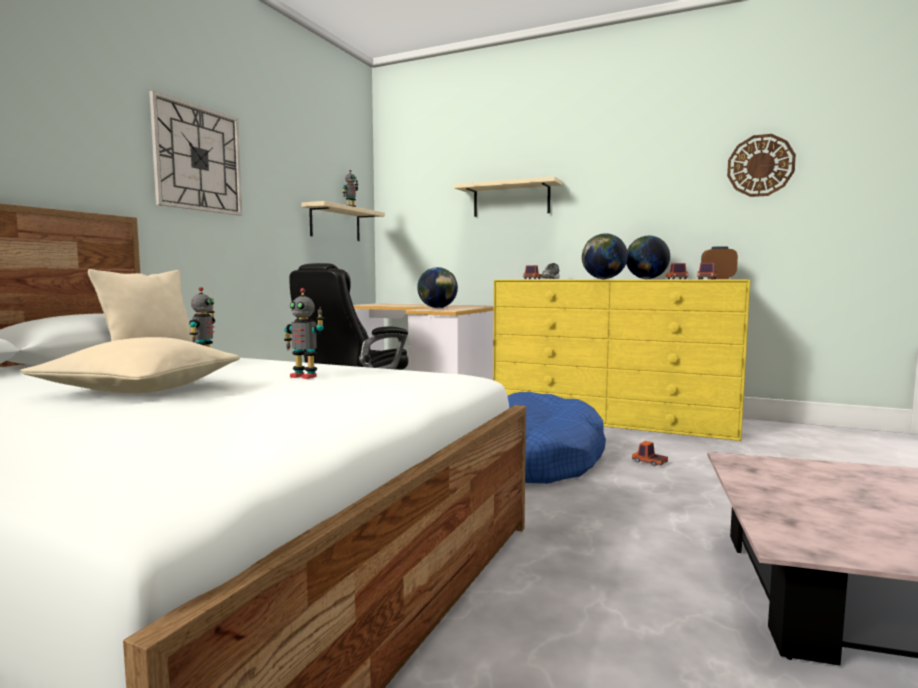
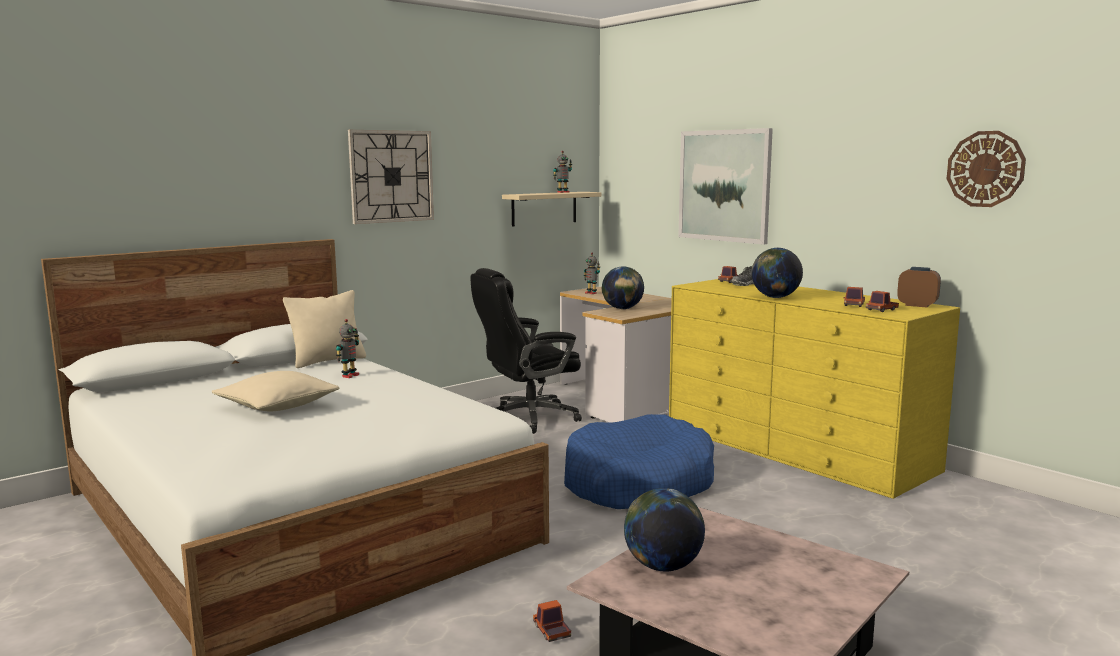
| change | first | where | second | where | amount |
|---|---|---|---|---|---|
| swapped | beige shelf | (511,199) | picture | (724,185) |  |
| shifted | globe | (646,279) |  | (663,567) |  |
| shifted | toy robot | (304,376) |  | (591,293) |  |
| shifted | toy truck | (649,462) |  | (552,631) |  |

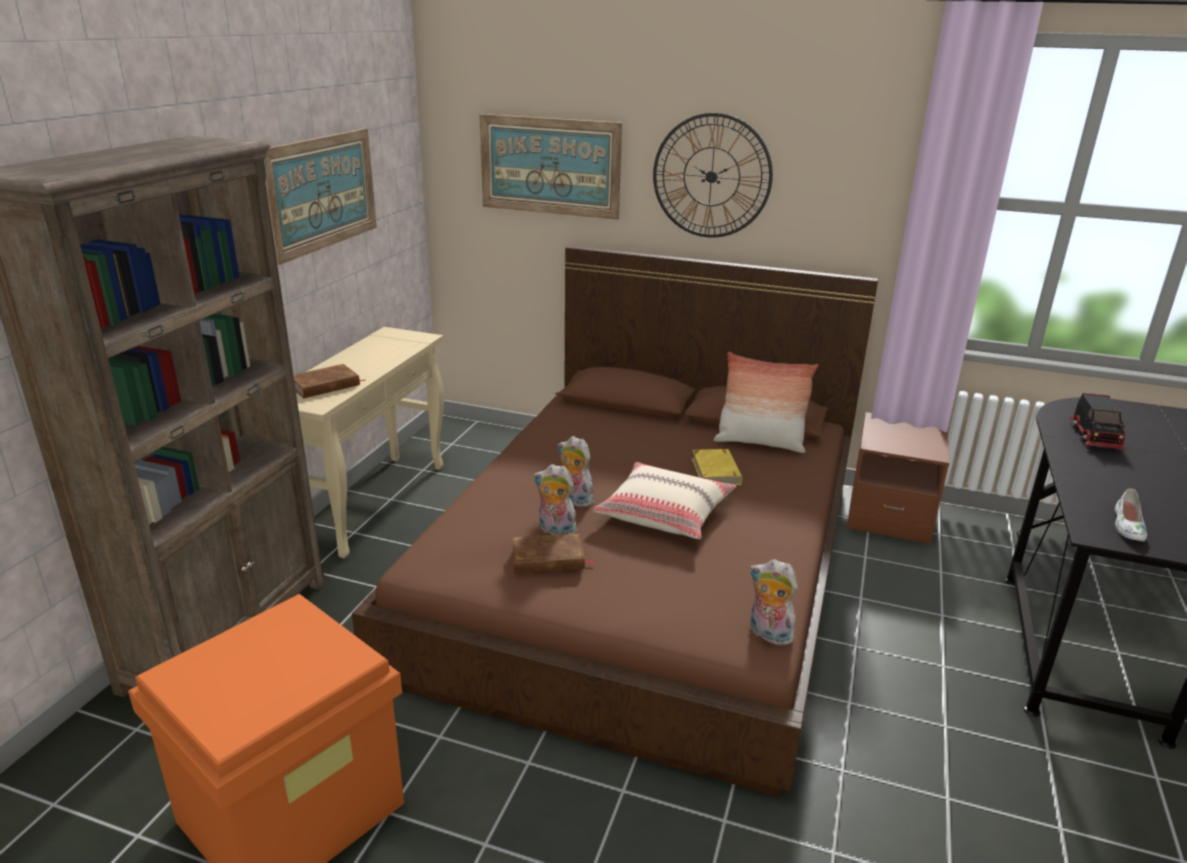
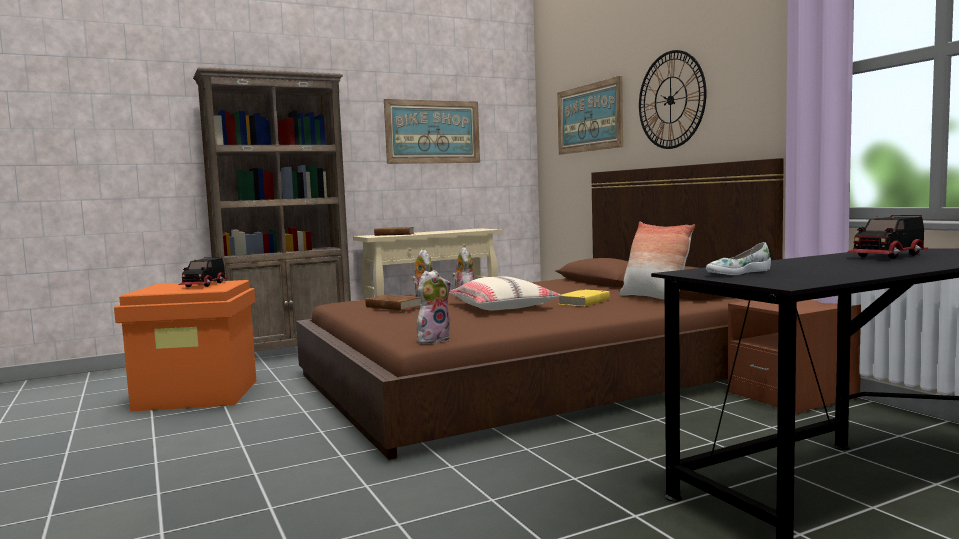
| change | first | where | second | where | amount |
|---|---|---|---|---|---|
| rotated | plush toy | (768,634) |  | (433,339) | 60 degrees clockwise |
| new |  |  | toy truck | (205,285) |  |

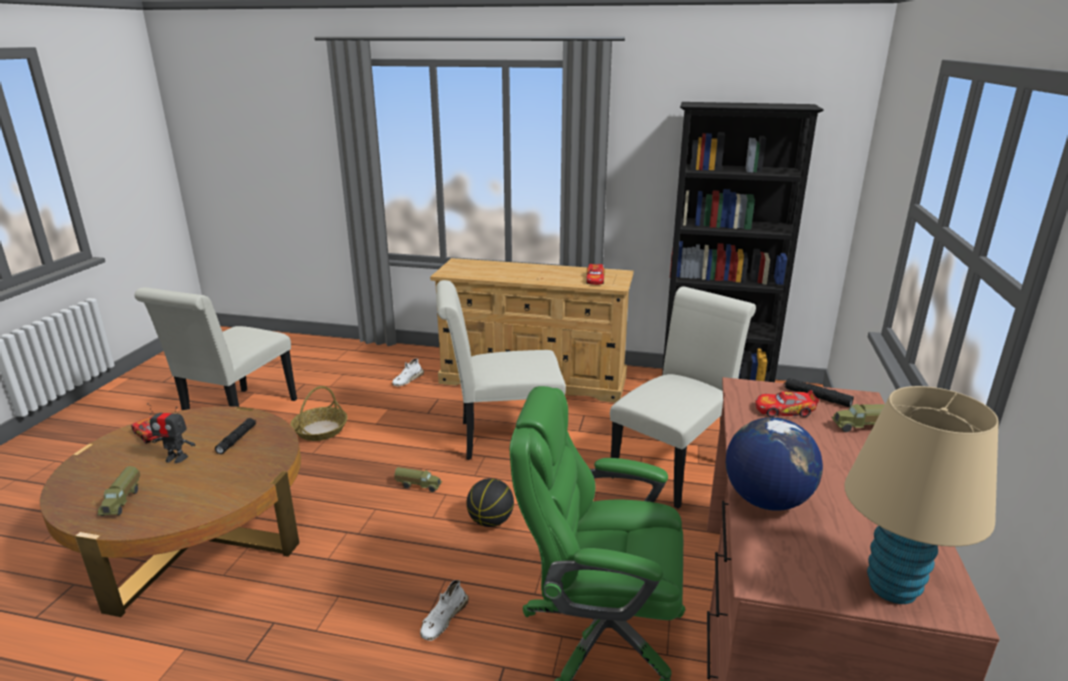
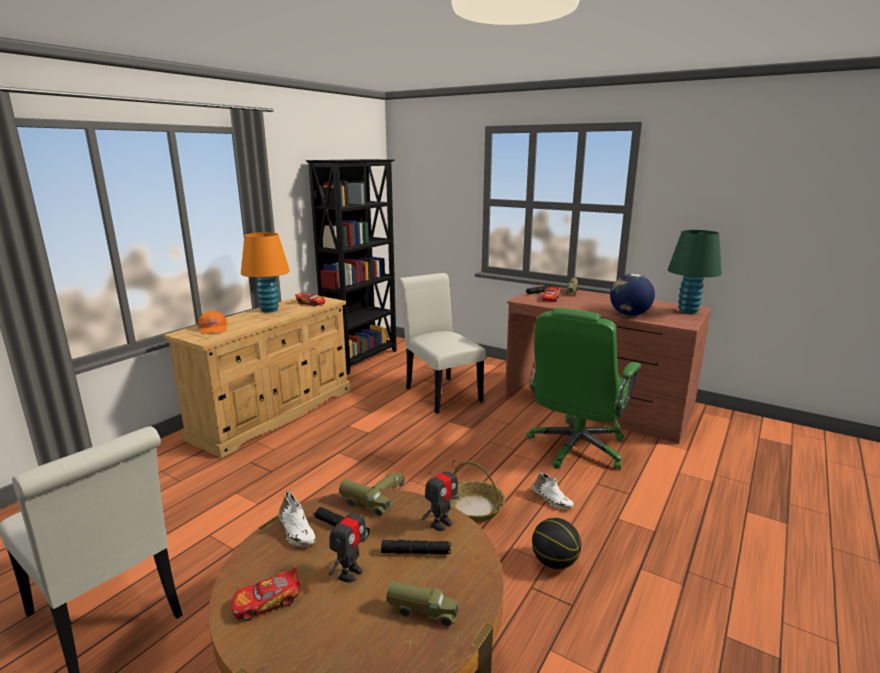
| change | first | where | second | where | amount |
|---|---|---|---|---|---|
| gone | white chair | (501,437) |  |  |  |
| shifted | white shoe | (407,380) |  | (296,531) |  |
| shifted | basket | (320,430) |  | (475,508) |  |
| repainted | beige table lamp | (893,588) | green table lamp | (687,311) |  |
| shifted | basketball | (490,521) |  | (554,562) |  |
| new |  |  | orange table lamp | (269,310) |  |
| new |  |  | orange cap | (213,329) |  |
| new |  |  | toy robot | (441,524) |  |
| new |  |  | toy truck | (366,505) |  |
| new |  |  | black flashlight | (416,552) |  |

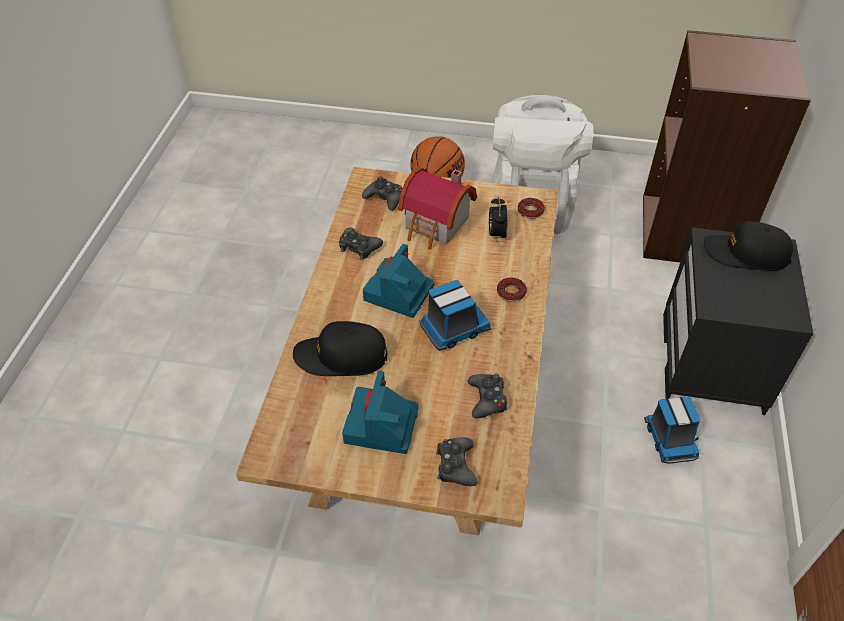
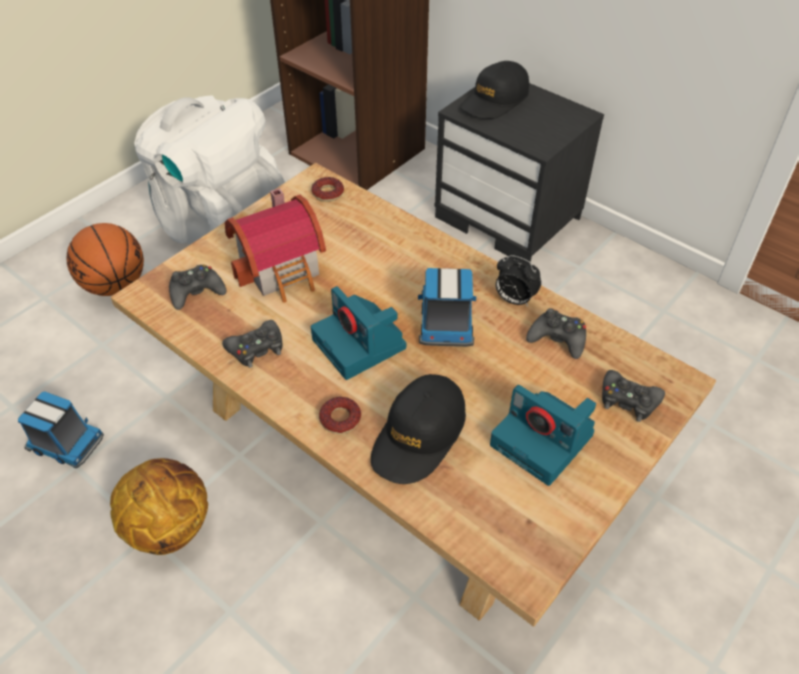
| change | first | where | second | where | amount |
|---|---|---|---|---|---|
| shifted | alarm clock | (496,234) |  | (514,300) |  |
| shifted | donut | (511,293) |  | (340,419) |  |
| shifted | toy truck | (669,438) |  | (65,443) |  |
| new |  |  | basketball | (169,526) |  |

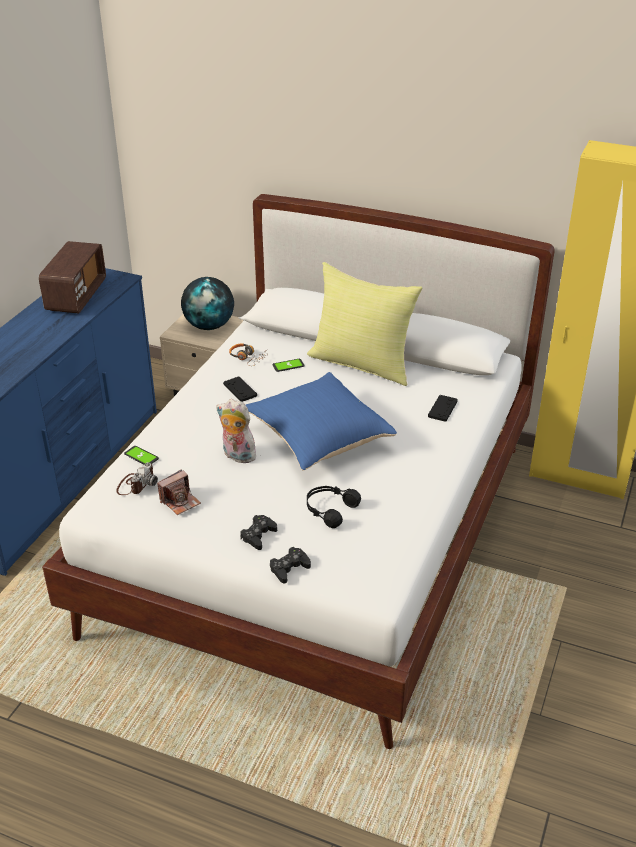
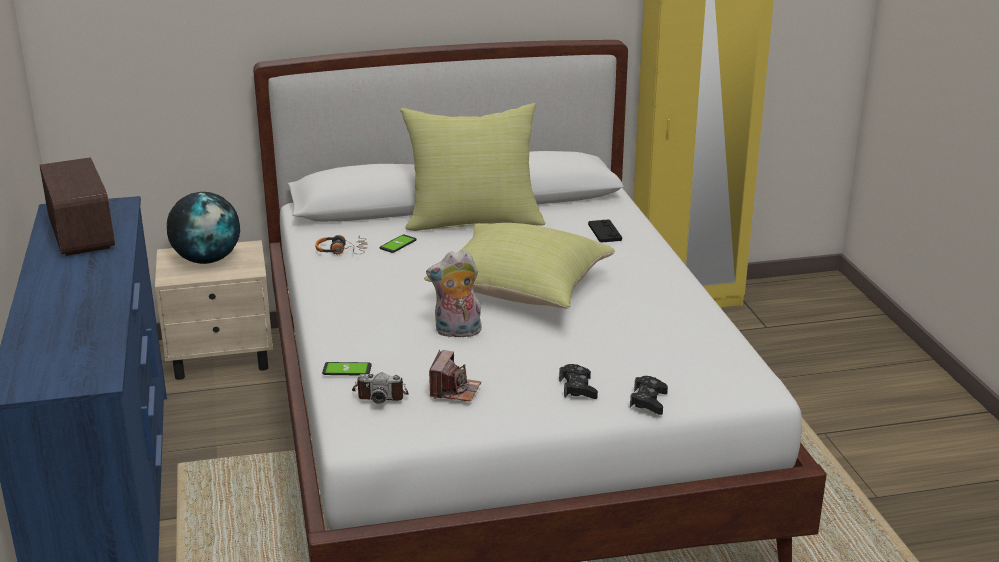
| change | first | where | second | where | amount |
|---|---|---|---|---|---|
| repainted | blue pillow | (317,438) | yellow pillow | (518,292) |  |
| gone | black game controller | (240,390) |  |  |  |
| rotated | photo camera | (136,484) |  | (380,394) | 105 degrees clockwise |
| gone | black headphones | (329,510) |  |  |  |

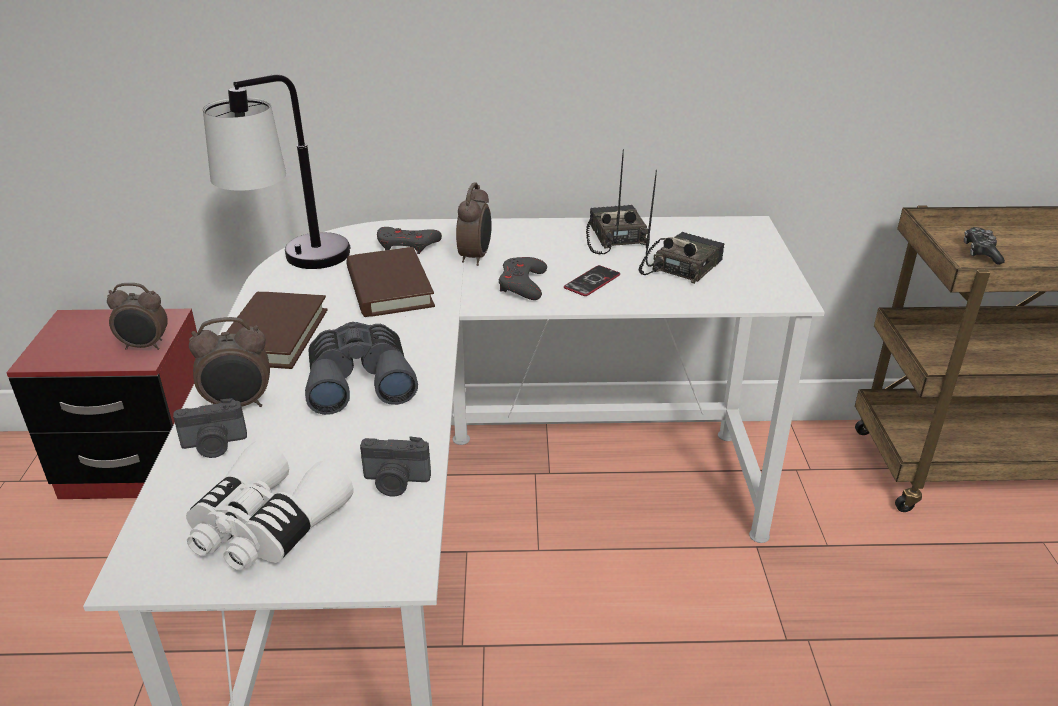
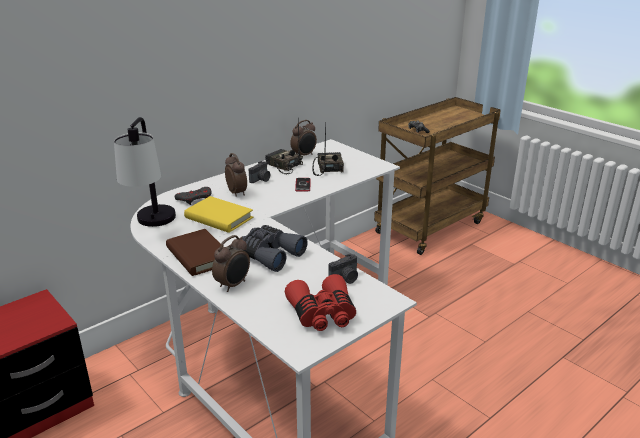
| change | first | where | second | where | amount |
|---|---|---|---|---|---|
| repainted | brown book | (389,288) | yellow book | (219,218) |  |
| gone | grey game controller | (522,284) |  |  |  |
| shifted | alarm clock | (145,346) |  | (304,155) |  |
| shifted | photo camera | (214,445) |  | (261,179) |  |
| repainted | white binoculars | (265,526) | red binoculars | (322,314) |  |

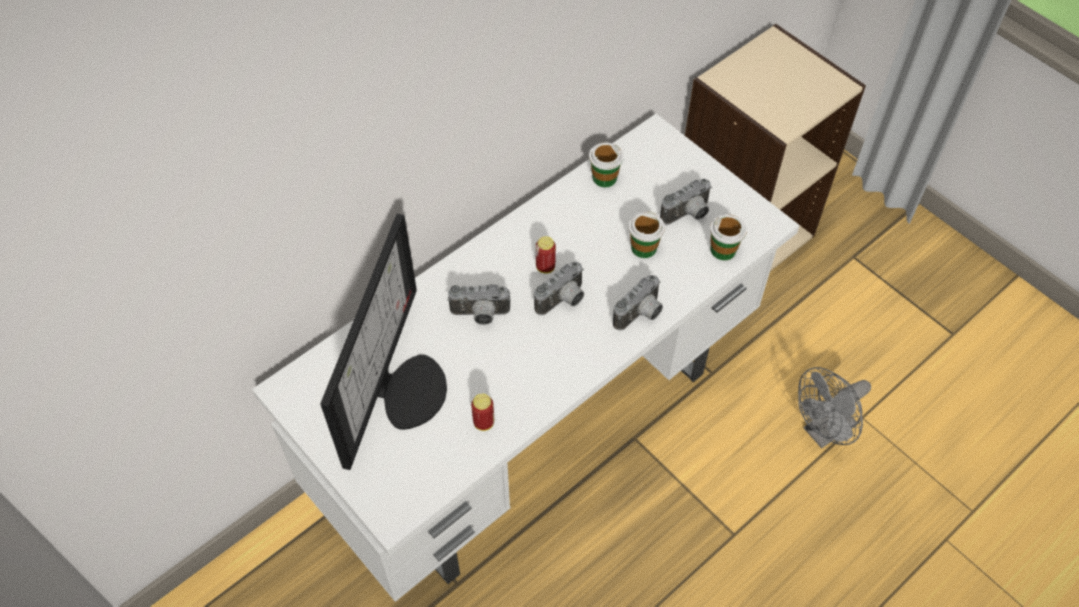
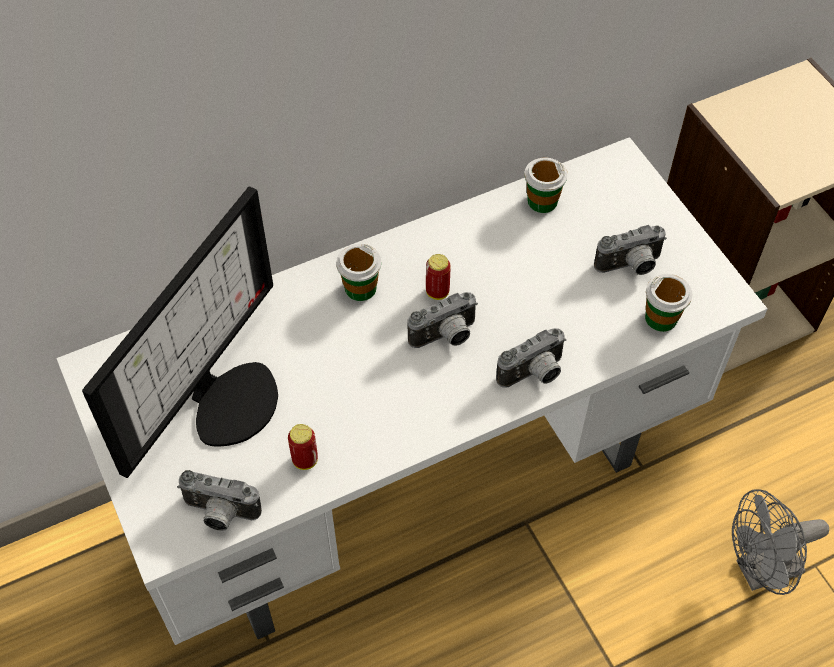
| change | first | where | second | where | amount |
|---|---|---|---|---|---|
| shifted | cup | (643,248) |  | (360,288) |  |
| shifted | photo camera | (480,315) |  | (219,514) |  |

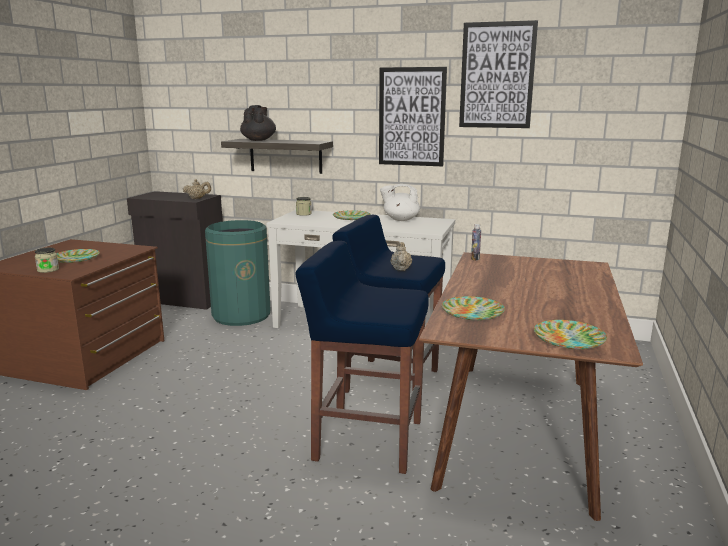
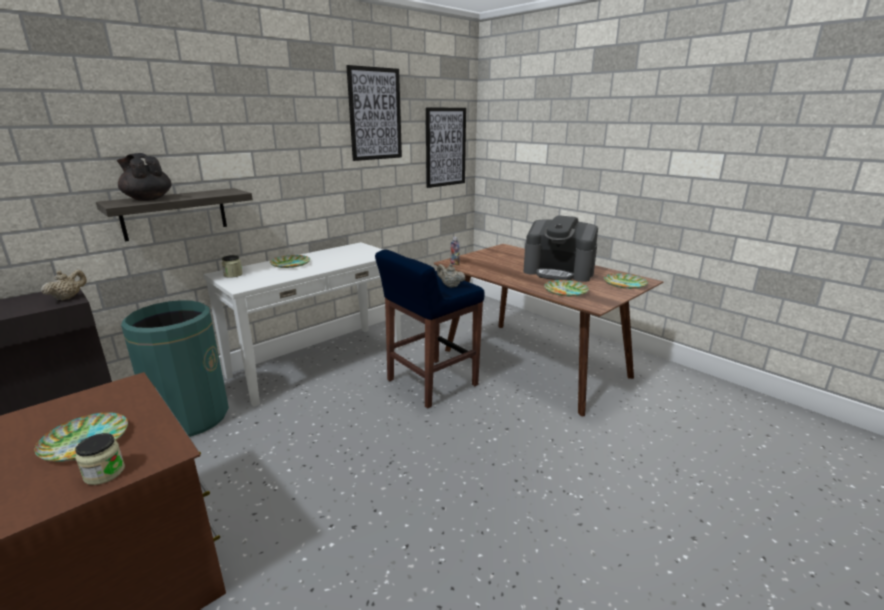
| change | first | where | second | where | amount |
|---|---|---|---|---|---|
| shifted | picture | (412,117) |  | (445,147) |  |
| gone | white teapot | (400,219) |  |  |  |
| gone | blue stool | (366,440) |  |  |  |
| new |  |  | coffee machine | (559,272) |  |

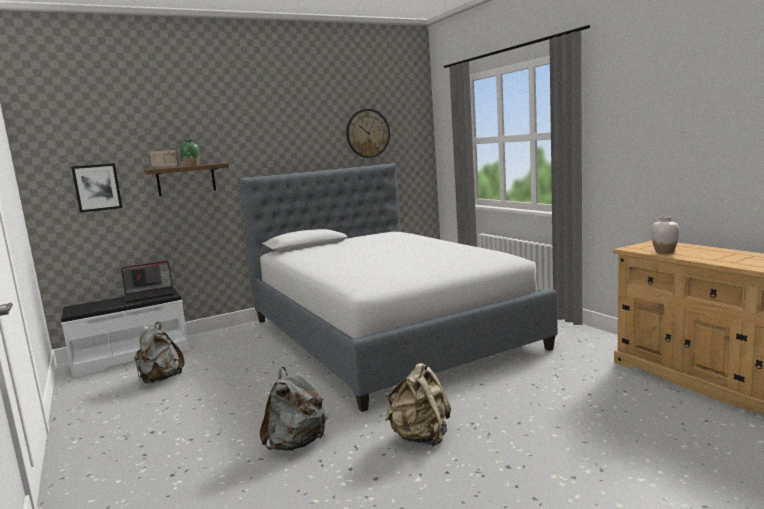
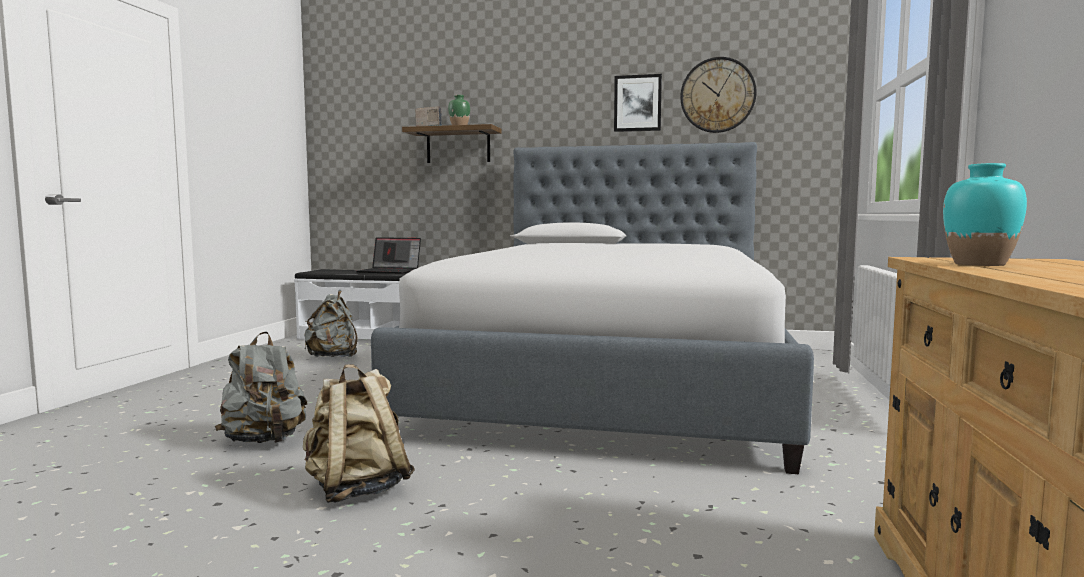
| change | first | where | second | where | amount |
|---|---|---|---|---|---|
| shifted | picture | (97,187) |  | (637,103) |  |
| repainted | white vase | (664,252) | turquoise vase | (978,264) |  |

